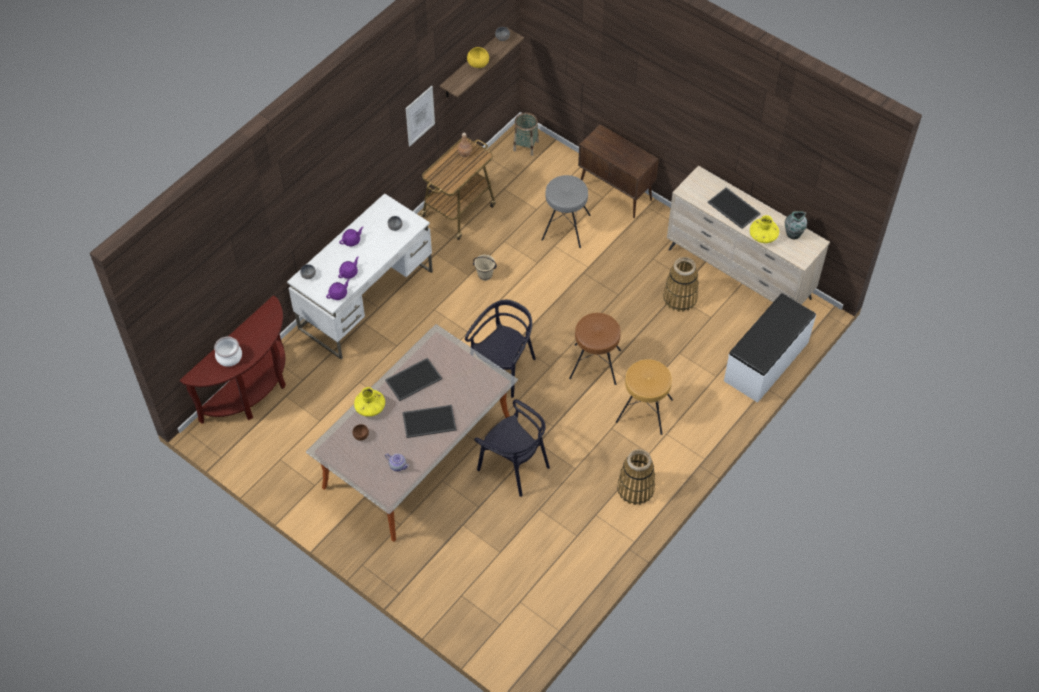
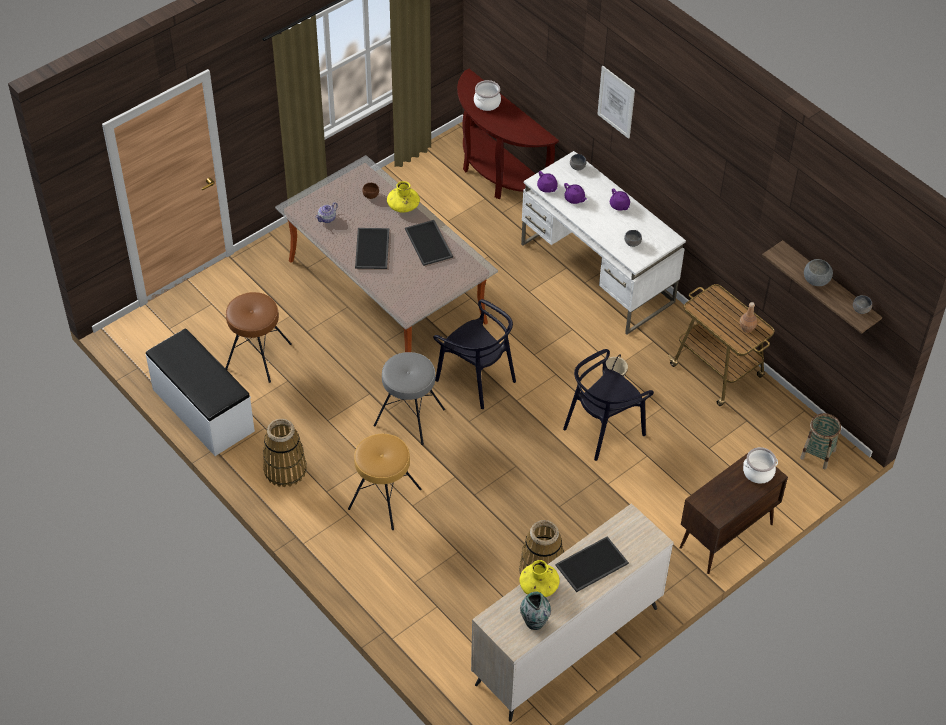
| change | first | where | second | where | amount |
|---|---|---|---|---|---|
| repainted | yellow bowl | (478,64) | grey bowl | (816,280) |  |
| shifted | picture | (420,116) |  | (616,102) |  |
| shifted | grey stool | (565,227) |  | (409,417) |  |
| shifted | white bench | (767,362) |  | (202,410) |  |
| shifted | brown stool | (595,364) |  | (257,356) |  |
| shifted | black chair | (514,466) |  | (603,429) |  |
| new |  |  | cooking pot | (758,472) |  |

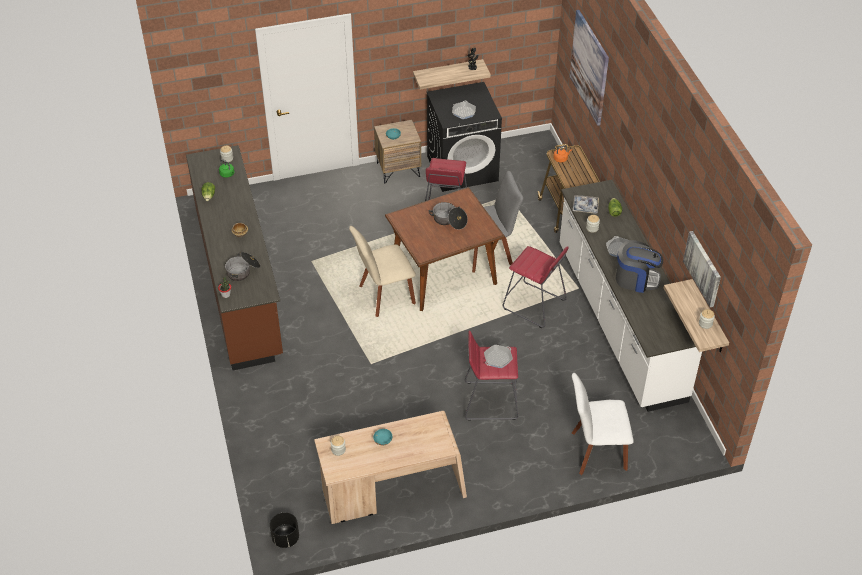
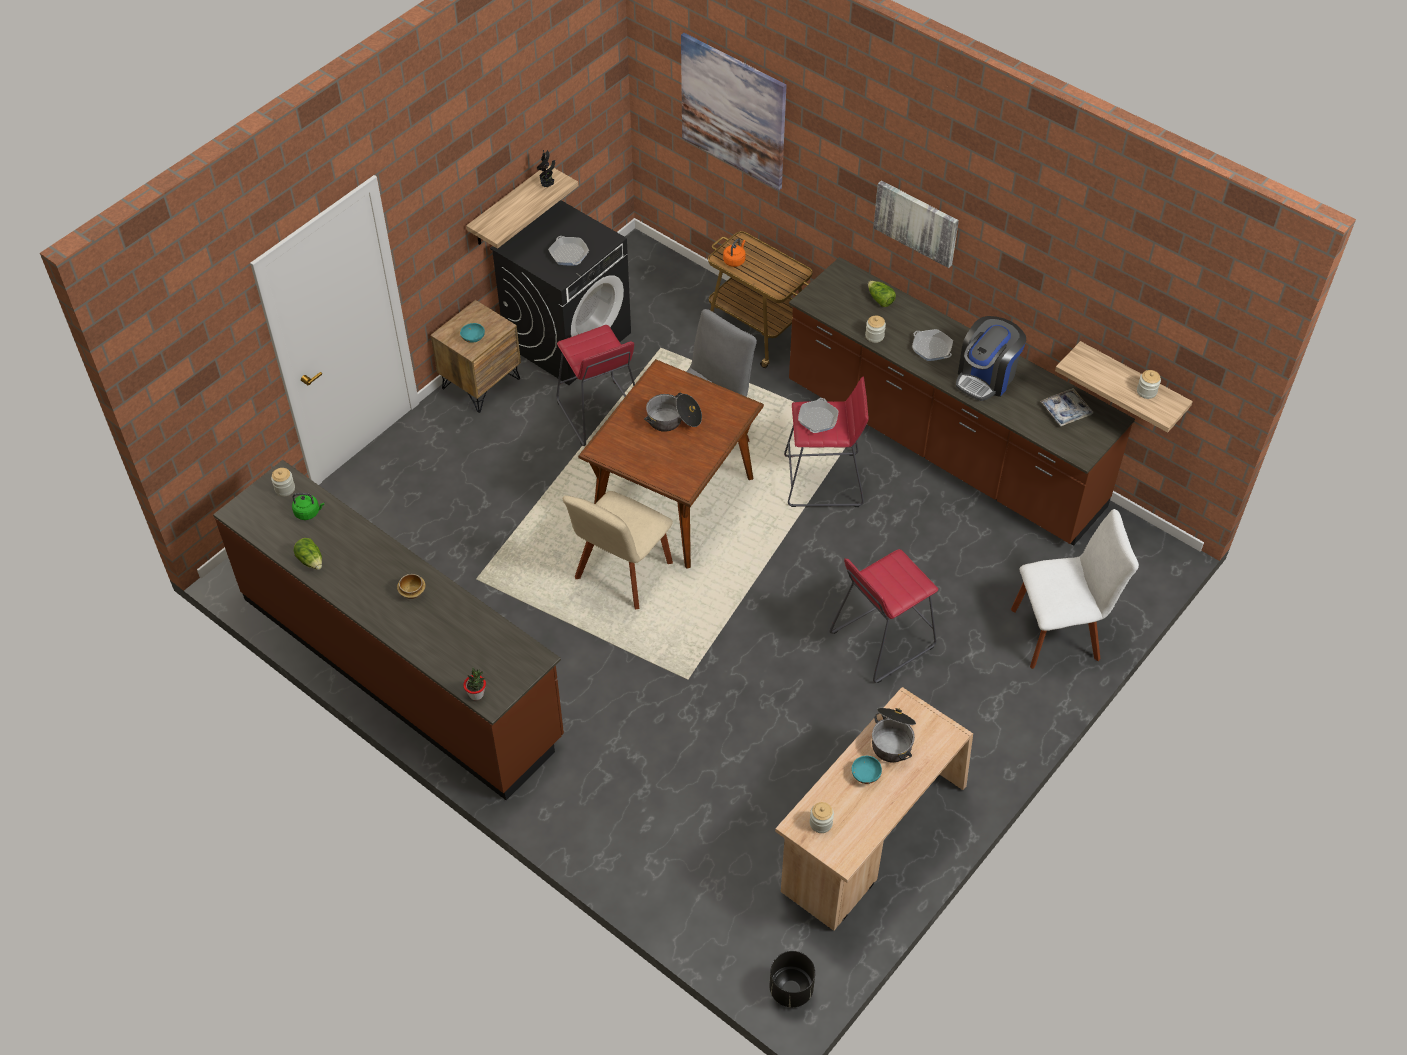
| change | first | where | second | where | amount |
|---|---|---|---|---|---|
| repainted | white counter | (618,322) | brown counter | (942,447) |  |
| shifted | tray | (585,206) |  | (1066,411) |  |
| shifted | picture | (703,268) |  | (916,222) |  |
| rotated | coffee machine | (636,279) |  | (986,377) | 150 degrees clockwise |
| shifted | cooking pot | (243,271) |  | (892,739) |  |
| shifted | frying pan | (498,358) |  | (817,419) |  |
| rotated | white chair | (595,451) |  | (1060,632) | 150 degrees counterclockwise |

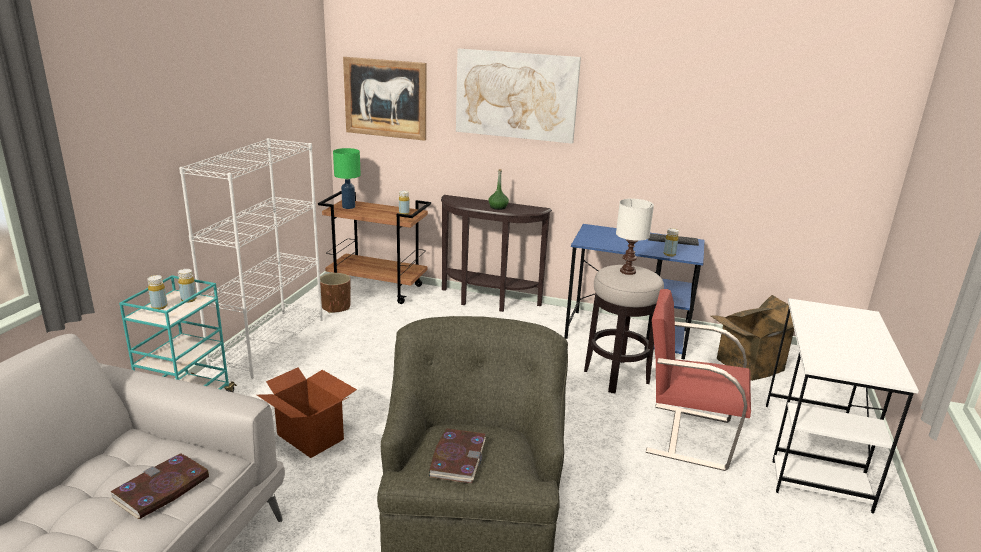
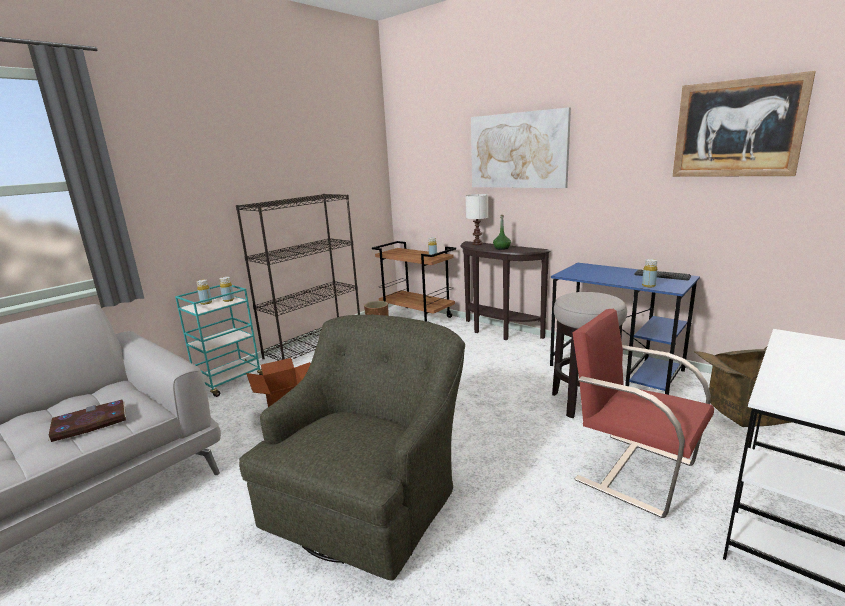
| change | first | where | second | where | amount |
|---|---|---|---|---|---|
| shifted | picture | (385,98) |  | (737,129) |  |
| repainted | white bookcase | (269,342) | black bookcase | (314,346) |  |
| gone | green table lamp | (348,207) |  |  |  |
| shifted | white table lamp | (628,271) |  | (477,244) |  |
| gone | book | (457,458) |  |  |  |

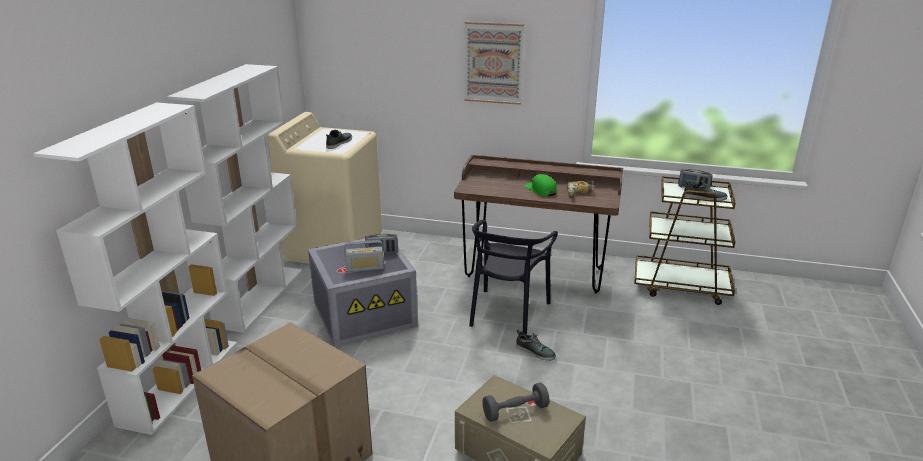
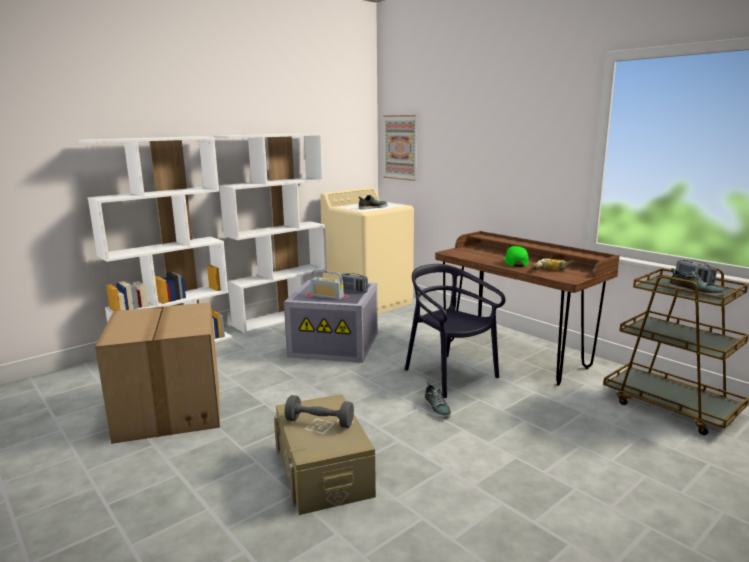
| change | first | where | second | where | amount |
|---|---|---|---|---|---|
| shifted | picture | (493,63) |  | (400,147) |  |
| rotated | black chair | (507,313) |  | (449,375) | 90 degrees clockwise |

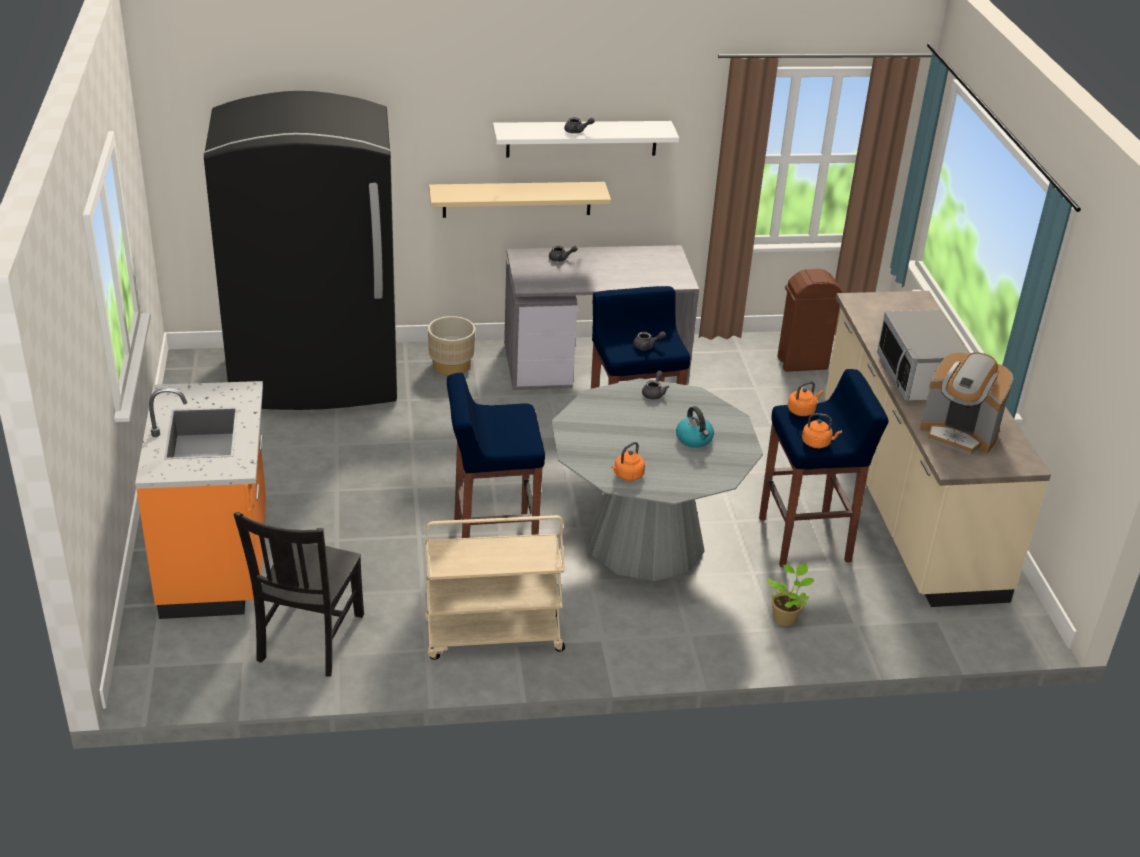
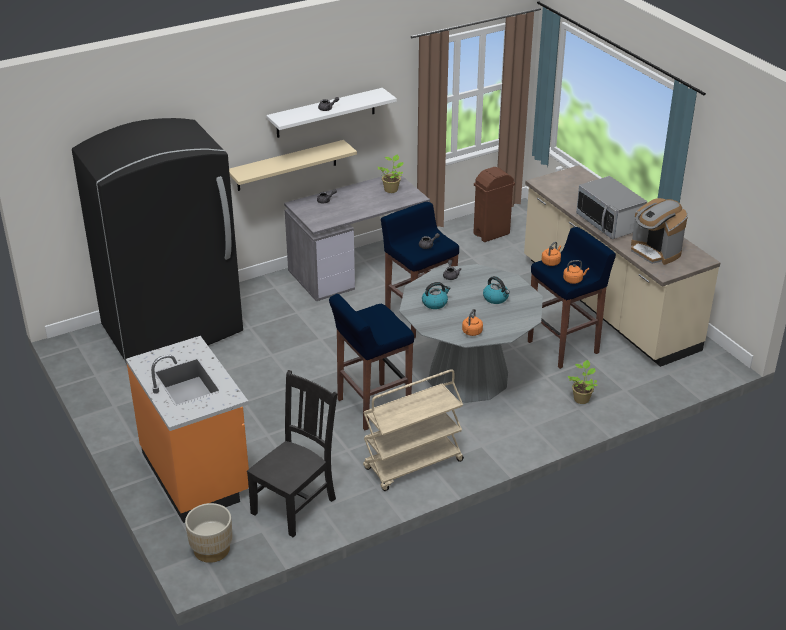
| change | first | where | second | where | amount |
|---|---|---|---|---|---|
| shifted | beige planter | (451,366) |  | (211,549) |  |
| rotated | coffee machine | (959,434) |  | (655,251) | 45 degrees clockwise |
| rotated | black chair | (309,640) |  | (296,504) | 135 degrees counterclockwise |
| new |  |  | potted plant | (391,189) |  |
| new |  |  | kettle | (435,303) |  |

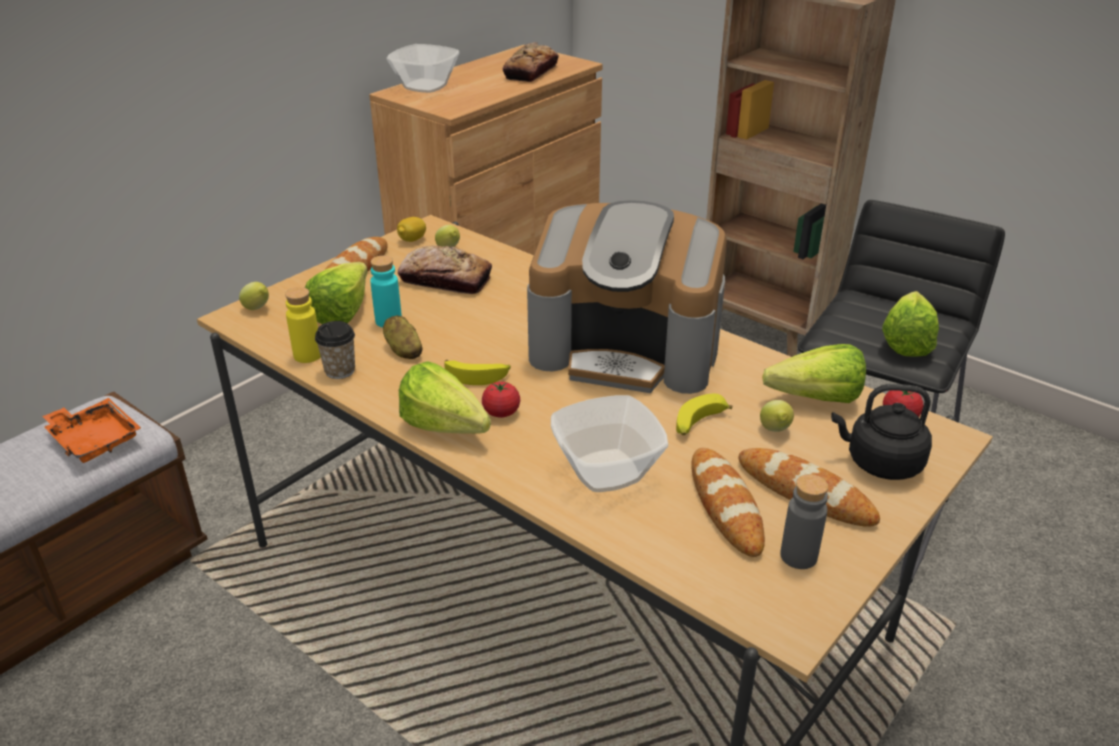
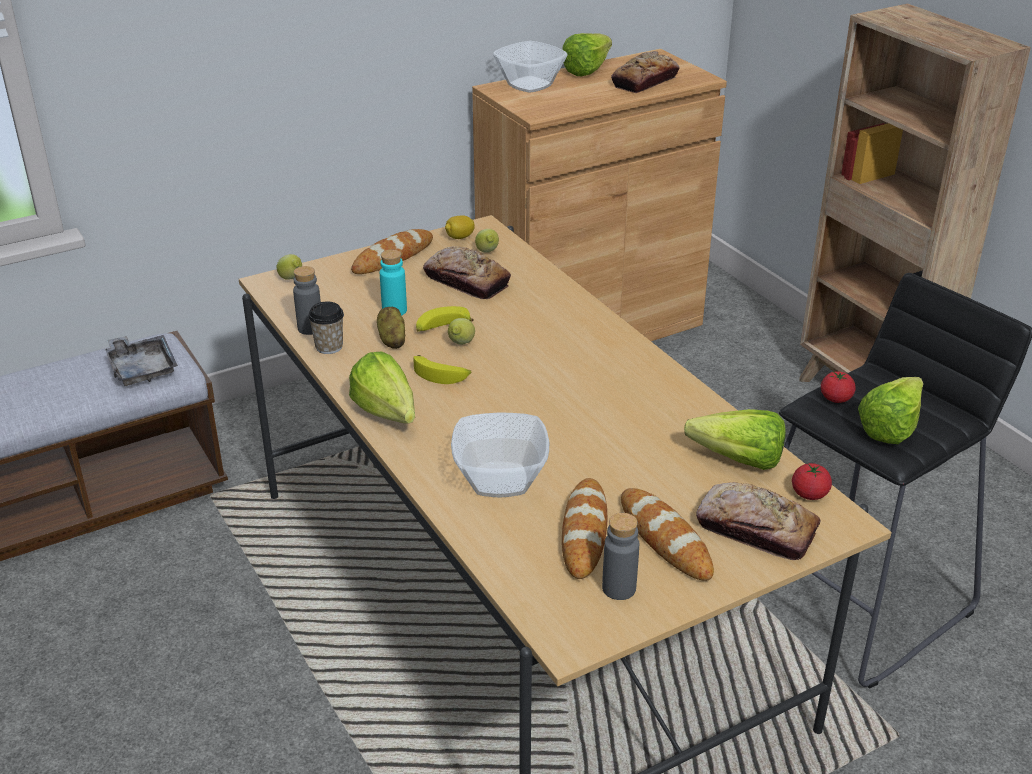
| change | first | where | second | where | amount |
|---|---|---|---|---|---|
| gone | coffee machine | (627,350) |  |  |  |
| shifted | lettuce | (347,310) |  | (591,69) |  |
| repainted | yellow bottle | (307,355) | grey bottle | (310,328) |  |
| shifted | tomato | (501,412) |  | (836,398) |  |
| swapped | black kettle | (879,463) | bread | (756,530) |  |
| shifted | banana | (699,424) |  | (442,328) |  |
| repainted | orange tray | (94,439) | grey tray | (142,368) |  |
| shifted | lemon | (775,431) |  | (461,344) |  |

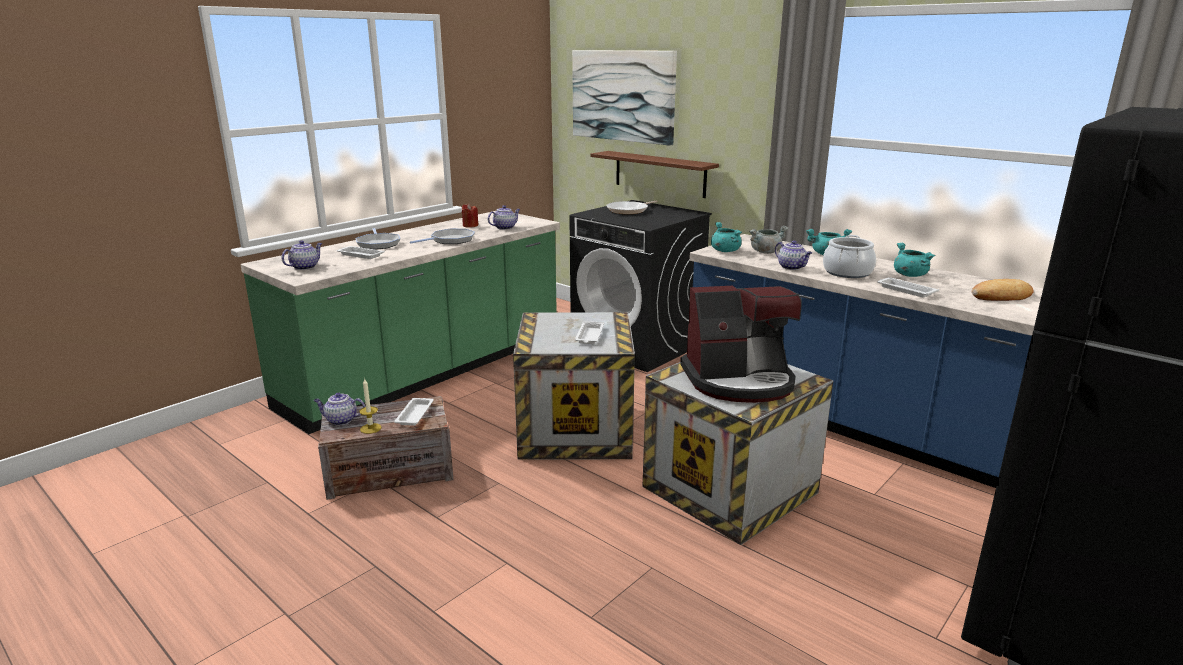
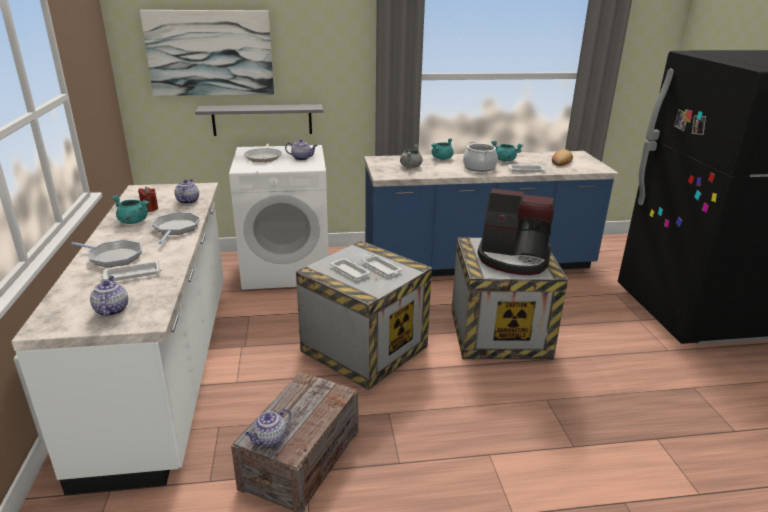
| change | first | where | second | where | amount |
|---|---|---|---|---|---|
| repainted | brown shelf | (659,174) | grey shelf | (262,120) |  |
| repainted | black washing machine | (637,345) | white washing machine | (287,268) |  |
| repainted | green counter | (428,373) | white counter | (166,369) |  |
| shifted | turquoise cooking pot | (725,251) |  | (133,221) |  |
| shifted | teapot | (792,267) |  | (302,158) |  |
| rotated | coffee machine | (739,381) |  | (514,258) | 75 degrees clockwise |
| gone | candle | (370,428) |  |  |  |
| shifted | white tray | (415,414) |  | (349,271) |  |

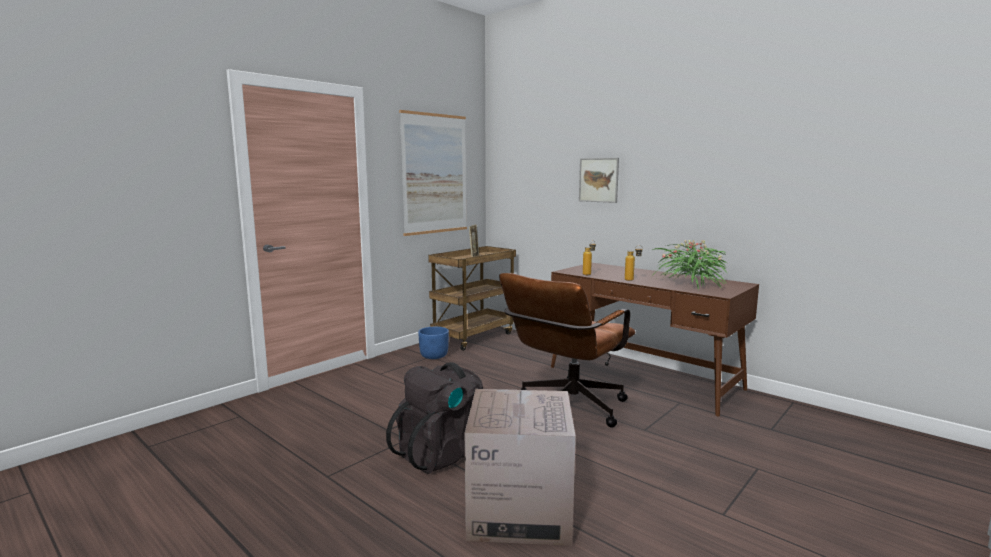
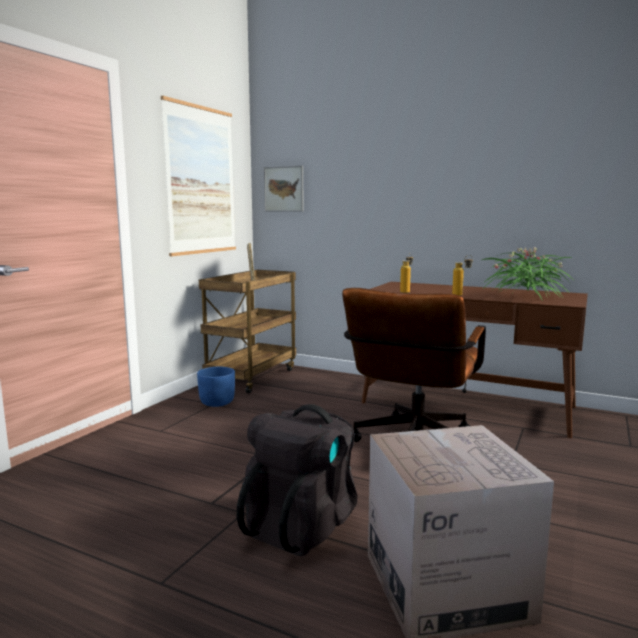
| change | first | where | second | where | amount |
|---|---|---|---|---|---|
| shifted | picture | (598,180) |  | (284,189) |  |

